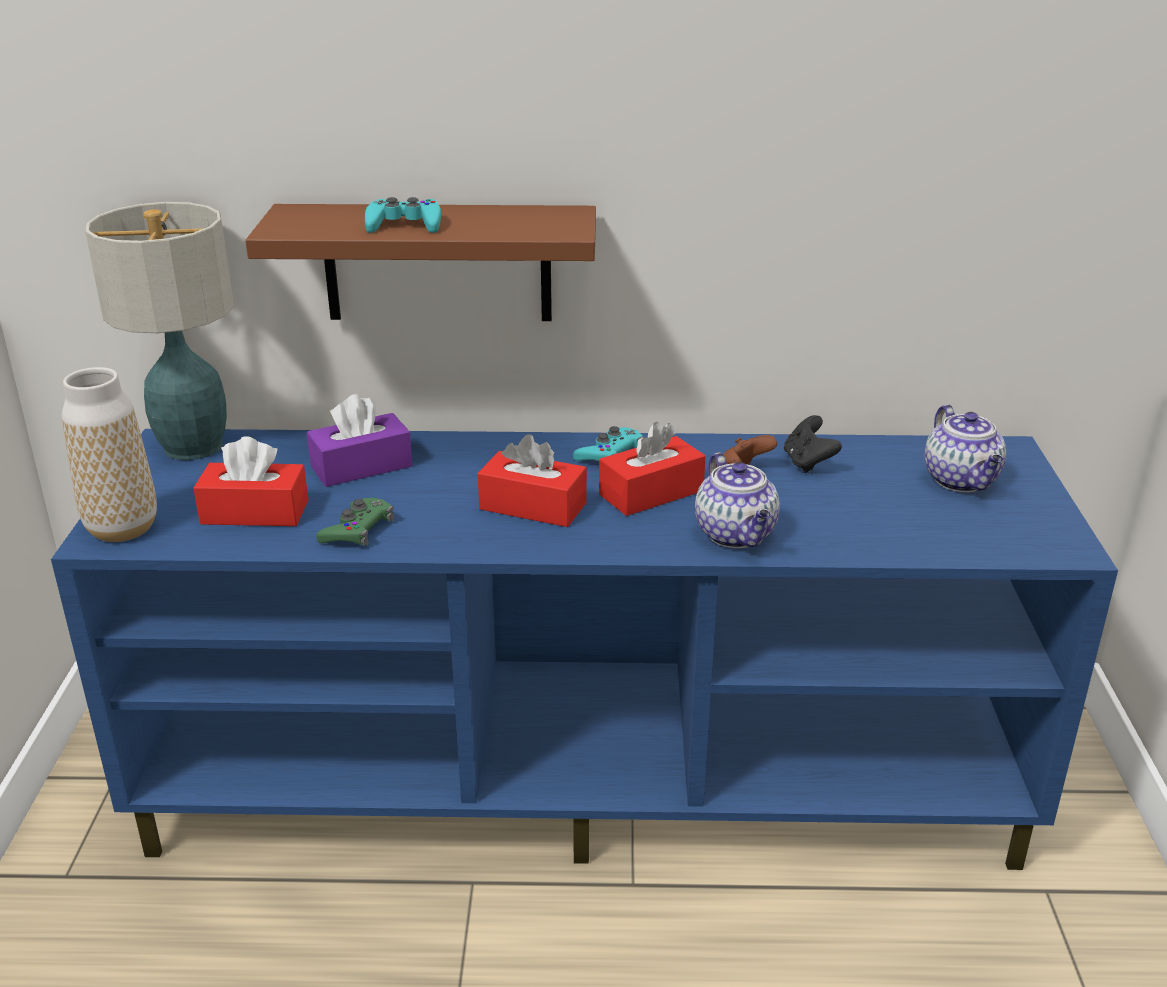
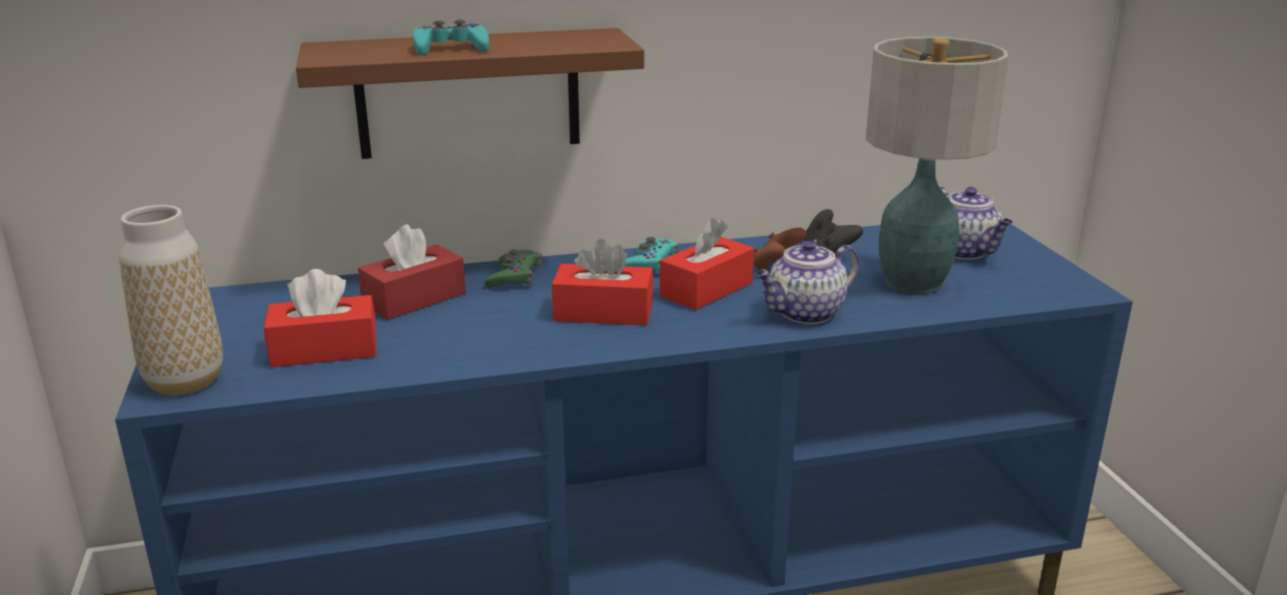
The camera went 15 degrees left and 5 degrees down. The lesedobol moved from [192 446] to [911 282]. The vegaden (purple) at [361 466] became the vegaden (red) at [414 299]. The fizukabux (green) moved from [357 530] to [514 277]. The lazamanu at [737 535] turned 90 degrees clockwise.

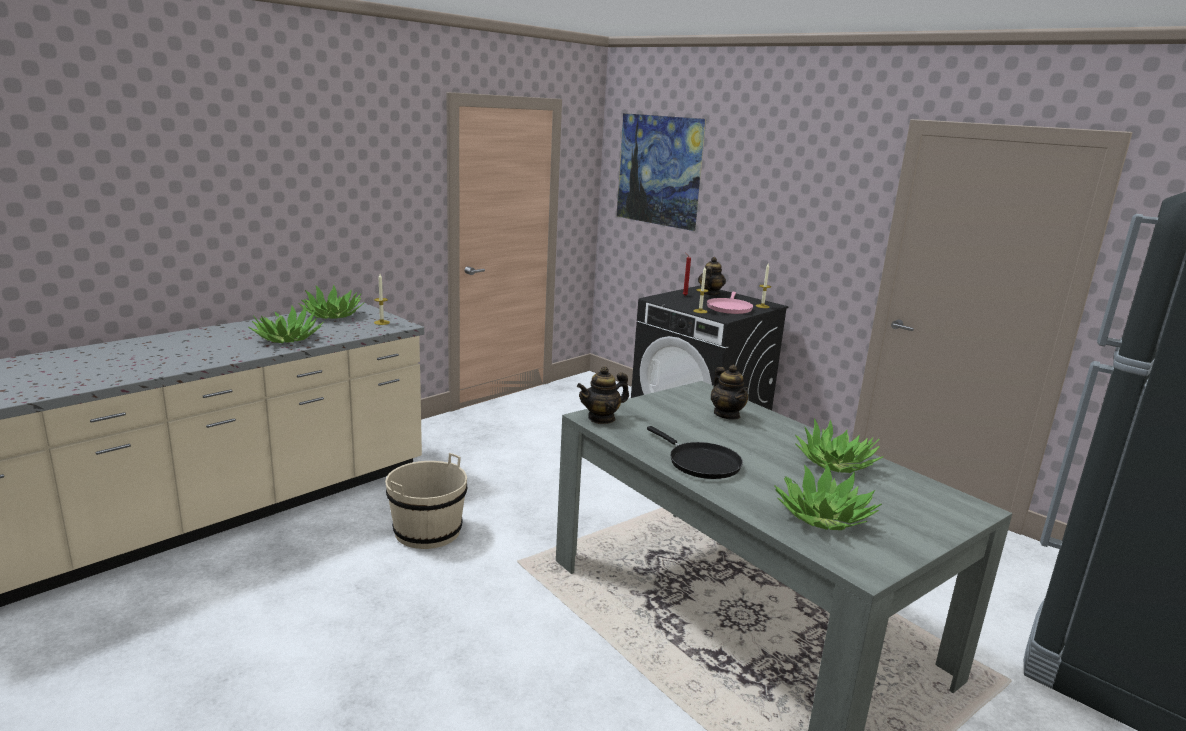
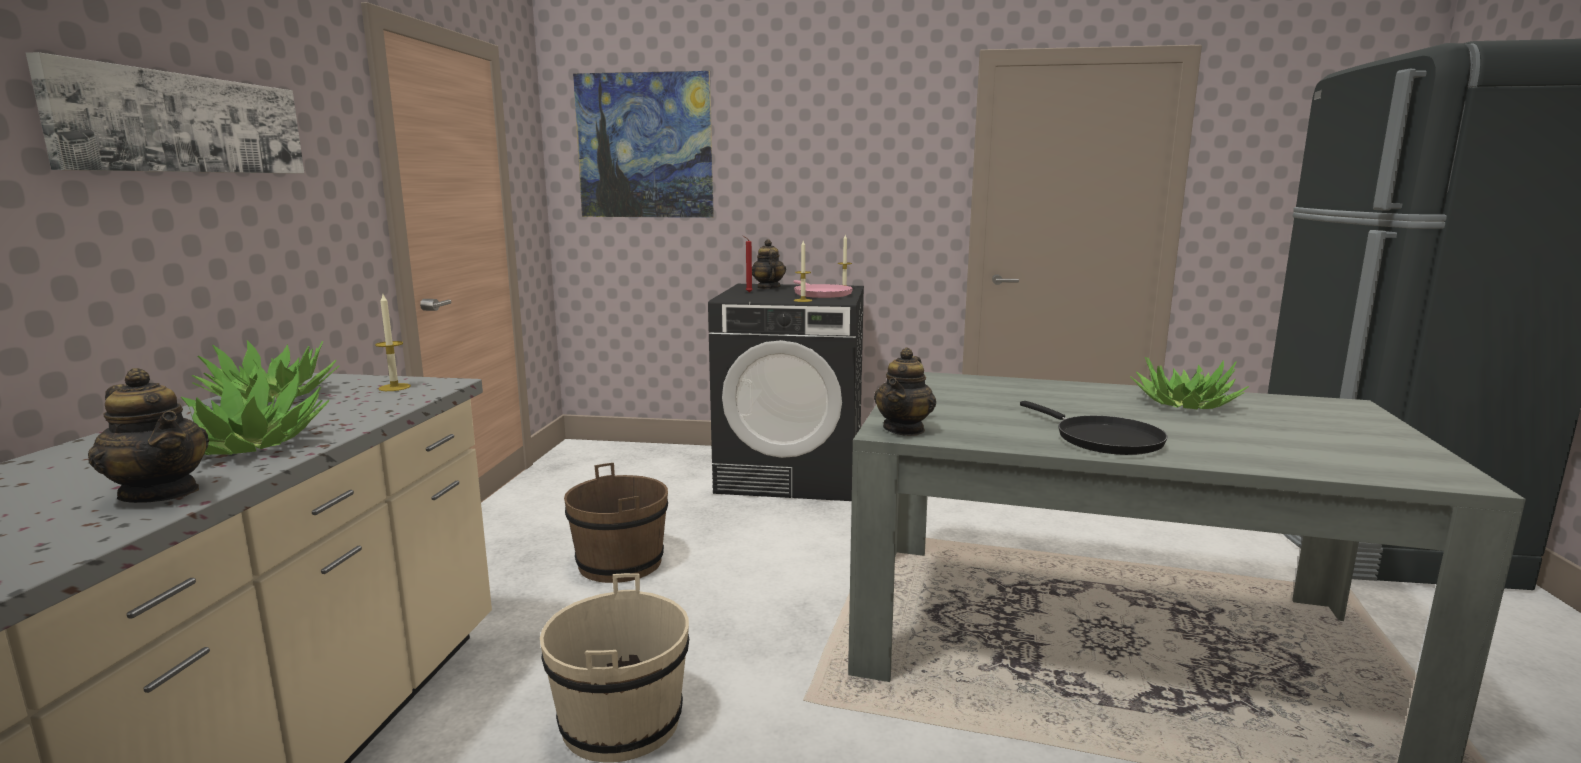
The camera went 35 degrees left and 5 degrees down. The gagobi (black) at [700 463] turned 45 degrees clockwise. The lazamanu moved from [727 415] to [161 493]. The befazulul at [822 517] disappeared. The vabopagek at [184 124] appeared. The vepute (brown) at [620 563] appeared.

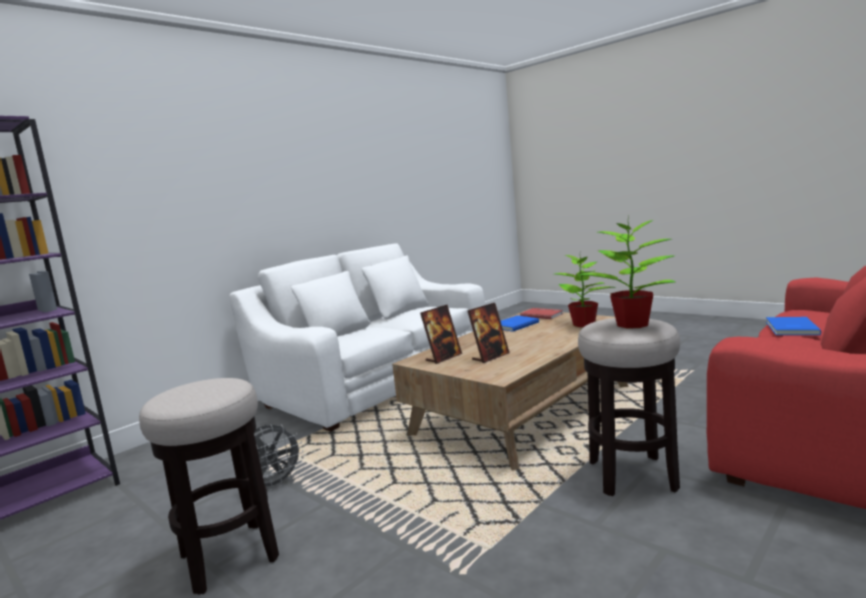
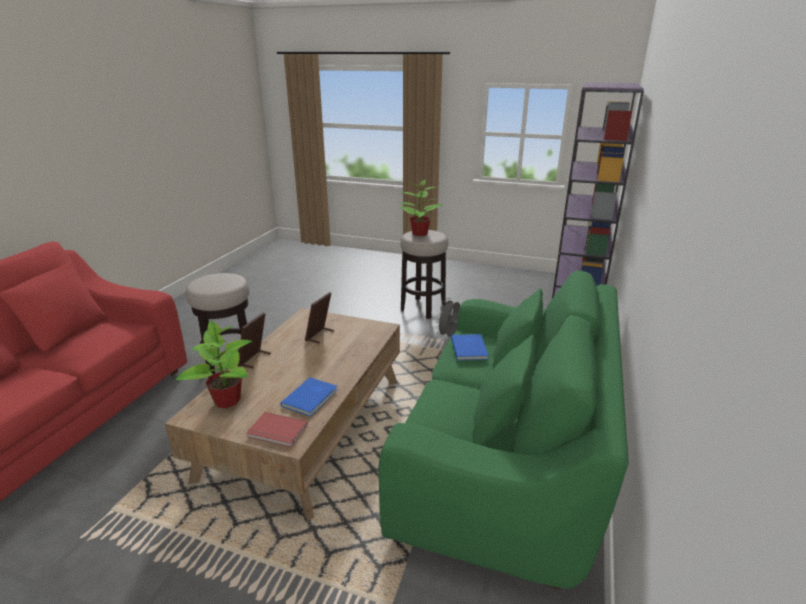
The camera went 155 degrees right and 15 degrees up. The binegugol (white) at [377 383] became the binegugol (green) at [505 458]. The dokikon moved from [443 357] to [254 359]. The befazulul moved from [633 324] to [419 233]. The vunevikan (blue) moved from [790 328] to [470 348].

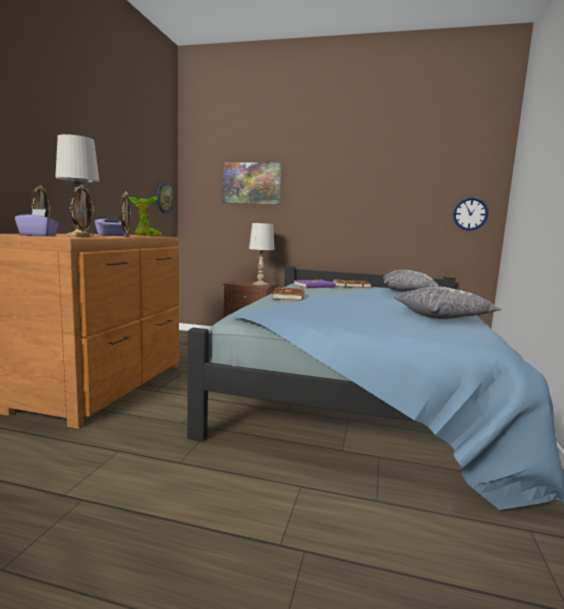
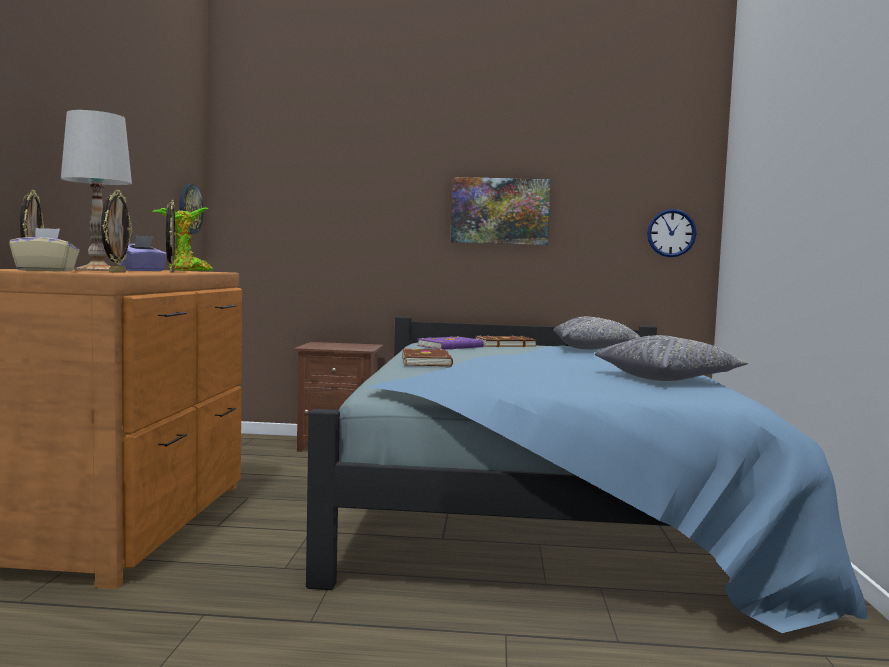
The camera went 10 degrees left and 5 degrees down. The vegaden (purple) at [38 235] became the vegaden (beige) at [46 270]. The vabopagek moved from [251 183] to [500 211]. The lesedobol (white) at [260 284] disappeared.

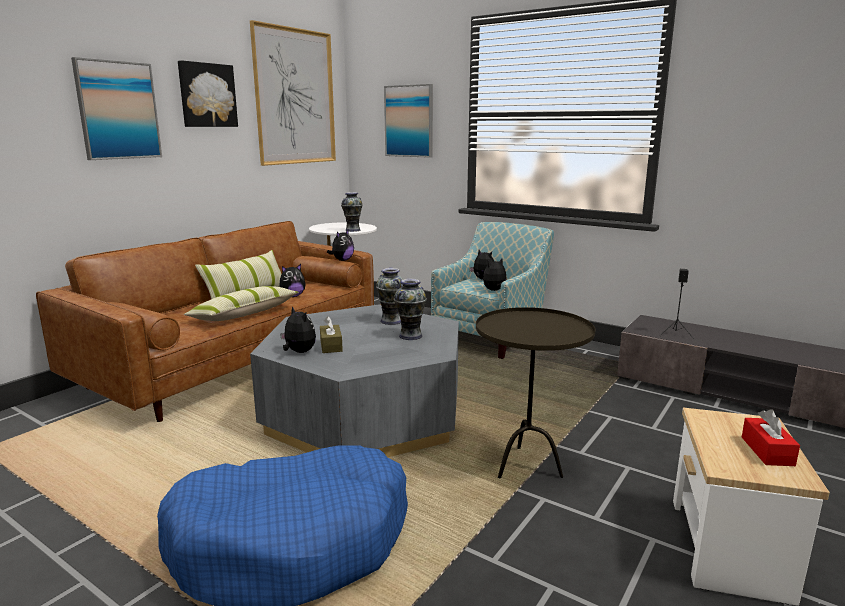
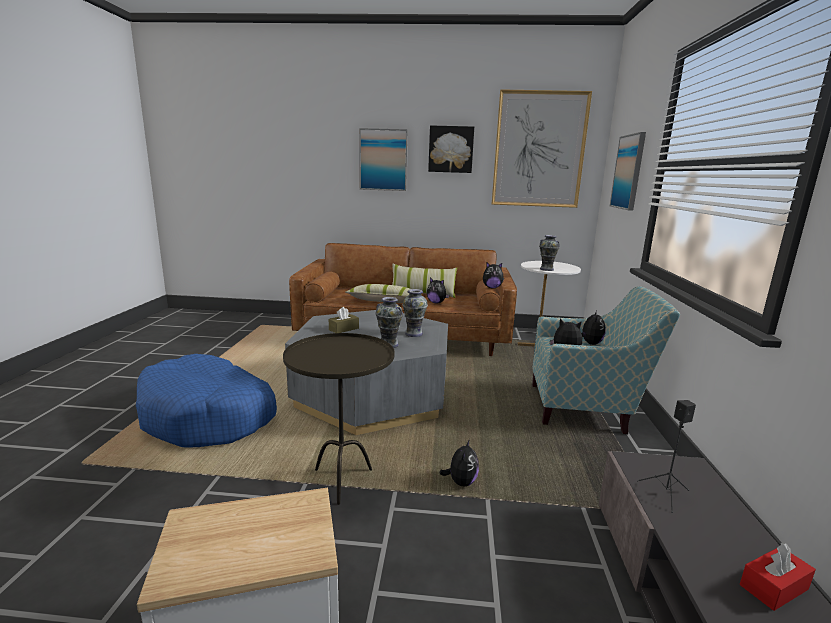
The camera went 60 degrees right and 0 degrees up. The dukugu moved from [298 352] to [461 482]. The vegaden (red) moved from [767 451] to [773 587].

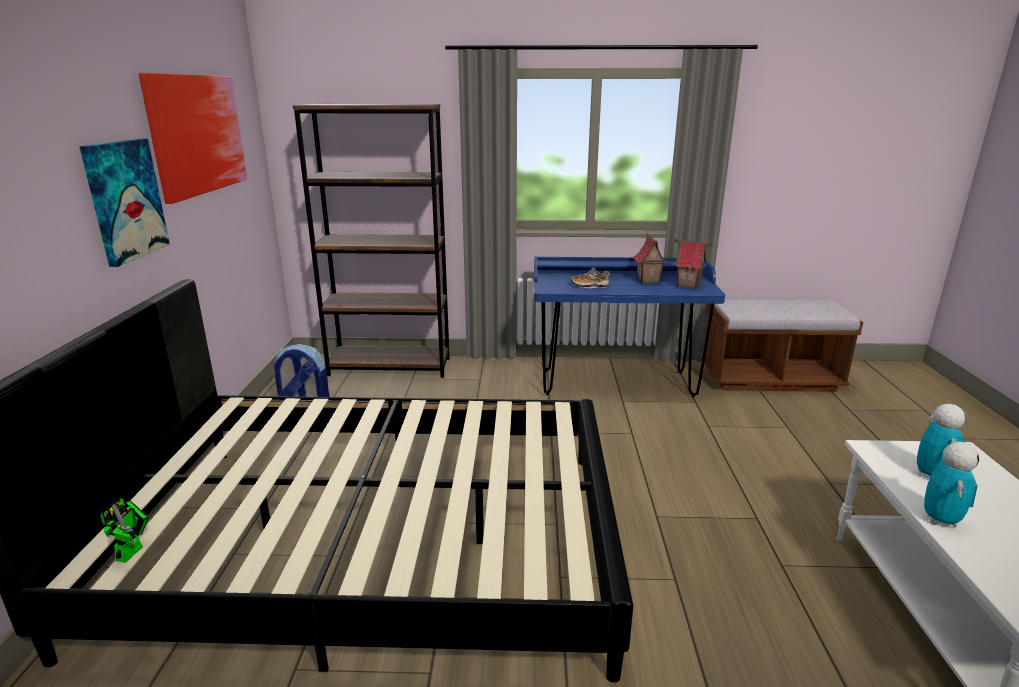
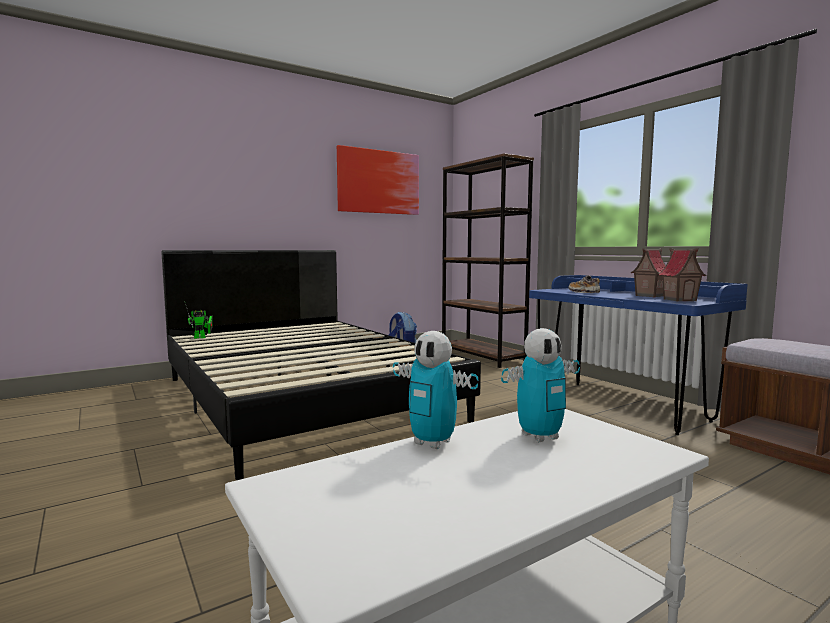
The camera went 55 degrees right and 15 degrees down. The vabopagek at [125 200] disappeared. The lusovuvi at [940 520] turned 45 degrees clockwise.

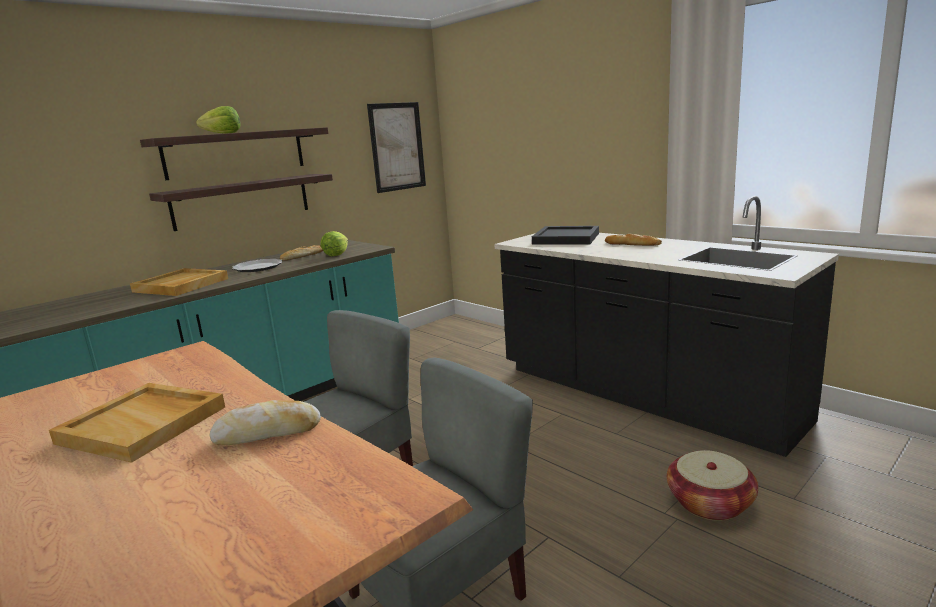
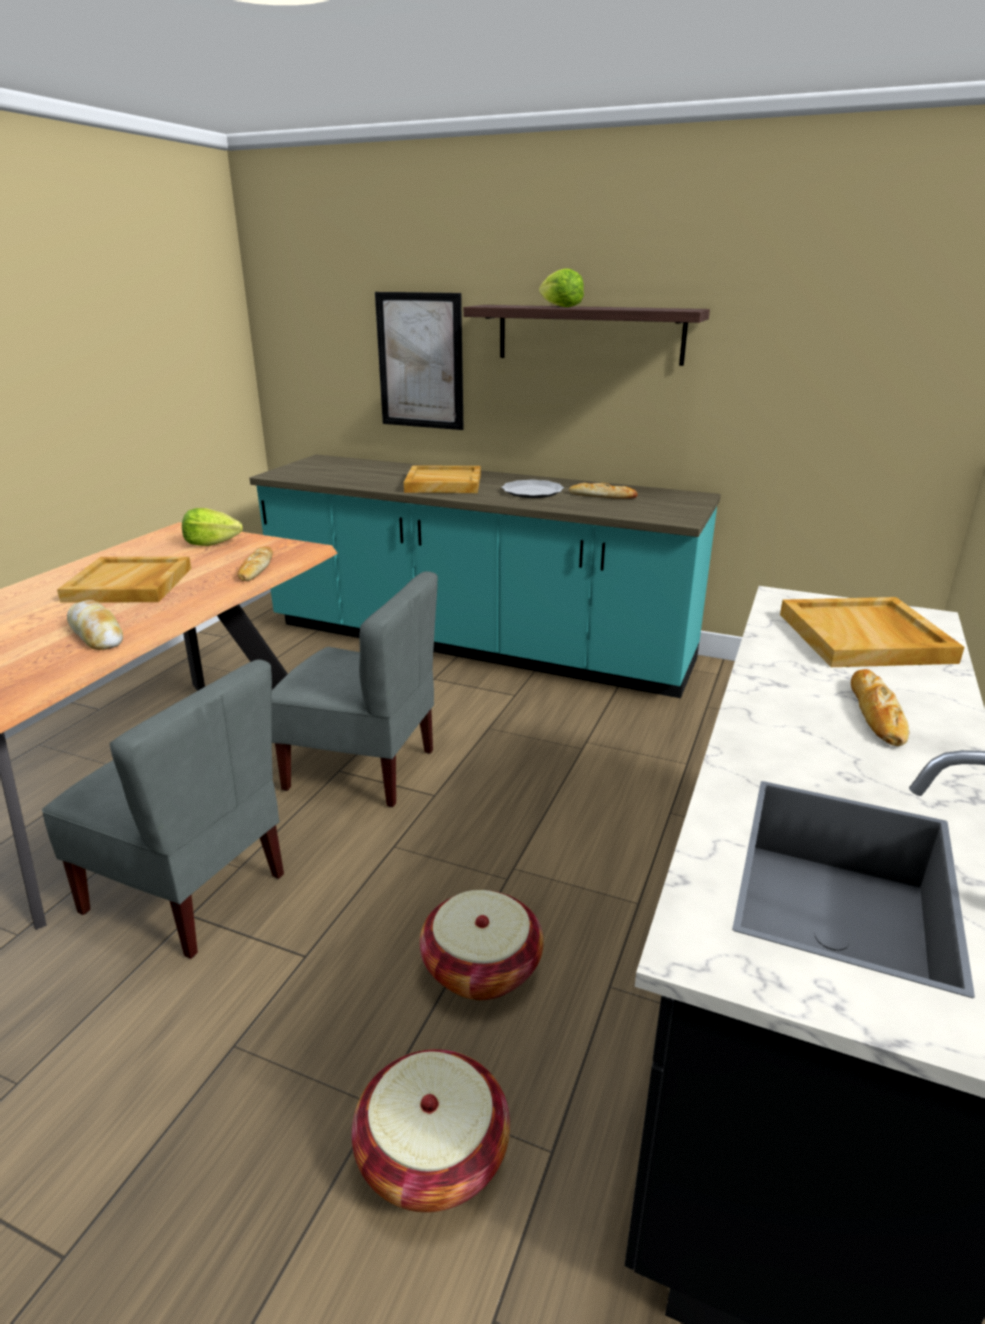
The camera went 65 degrees right and 10 degrees up. The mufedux at [242 201] disappeared. The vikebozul moved from [336 254] to [211 543]. The vabopagek moved from [397 147] to [420 361]. The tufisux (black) at [567 238] became the tufisux (beige) at [865 638]. The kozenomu at [256 568] appeared. The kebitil at [481 967] appeared.

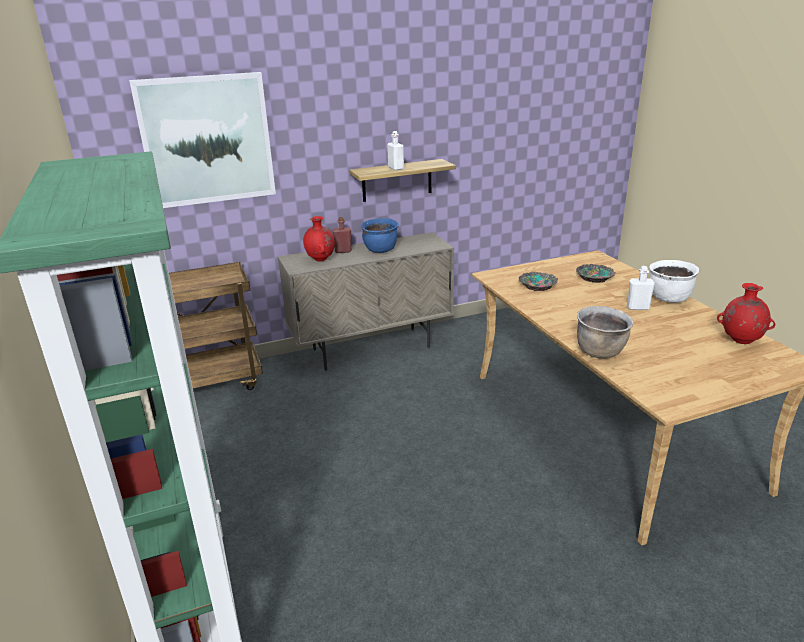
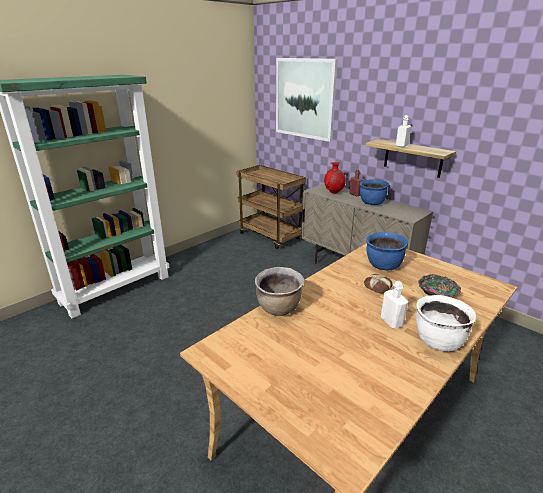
The camera went 65 degrees right and 0 degrees up. The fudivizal at [537 285] was replaced by the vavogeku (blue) at [383 266]. The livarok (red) at [740 341] disappeared. The kozenomu at [378 286] appeared.

